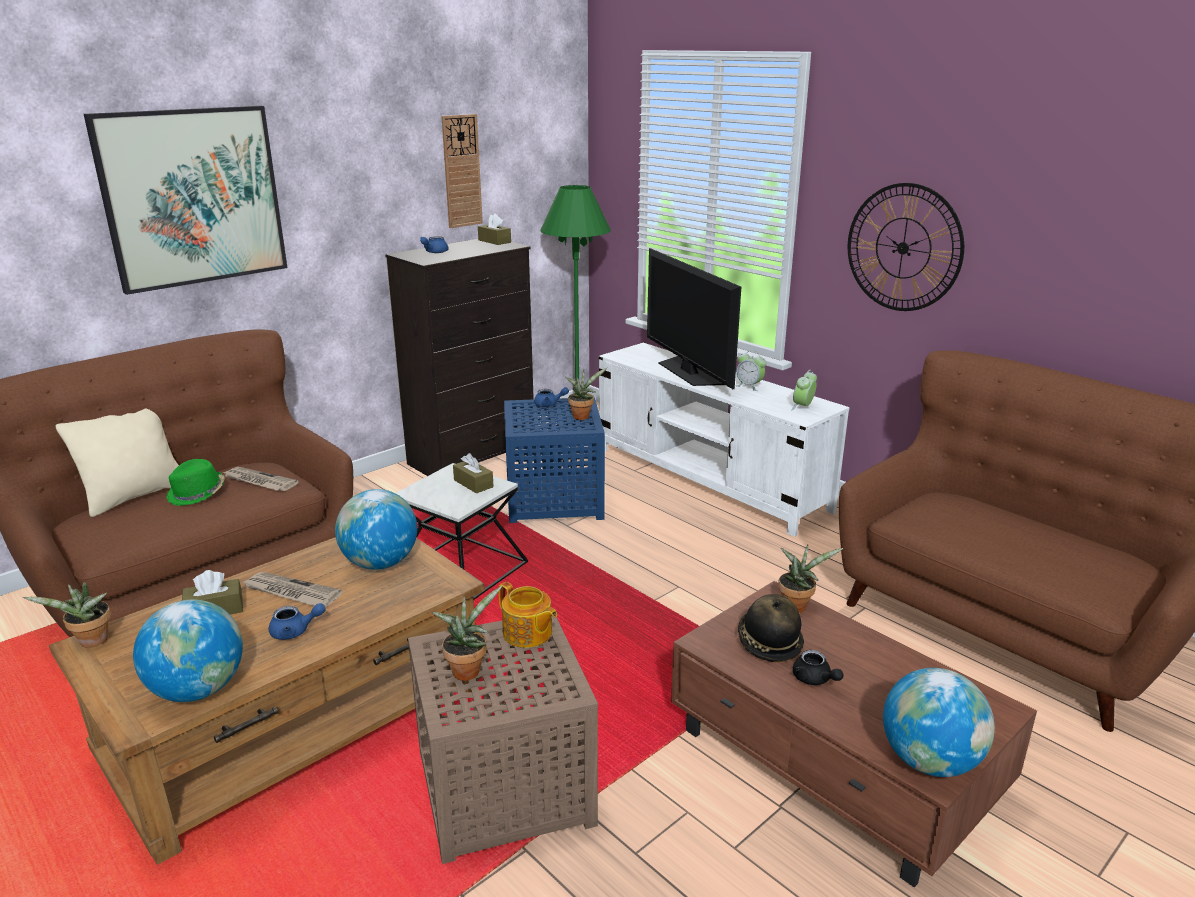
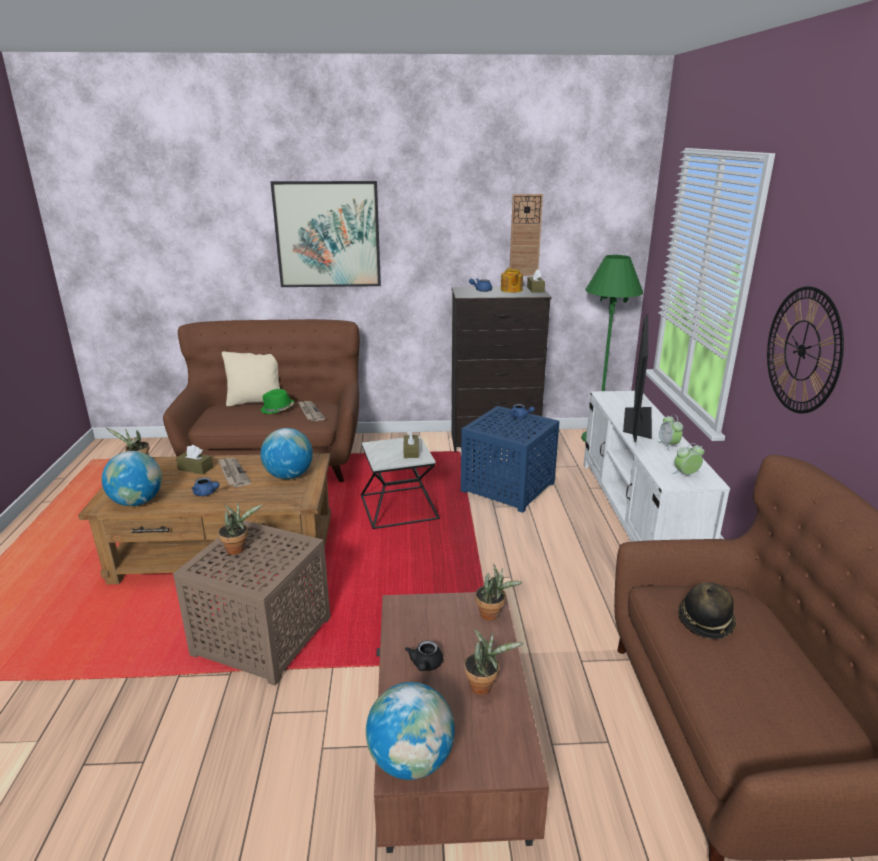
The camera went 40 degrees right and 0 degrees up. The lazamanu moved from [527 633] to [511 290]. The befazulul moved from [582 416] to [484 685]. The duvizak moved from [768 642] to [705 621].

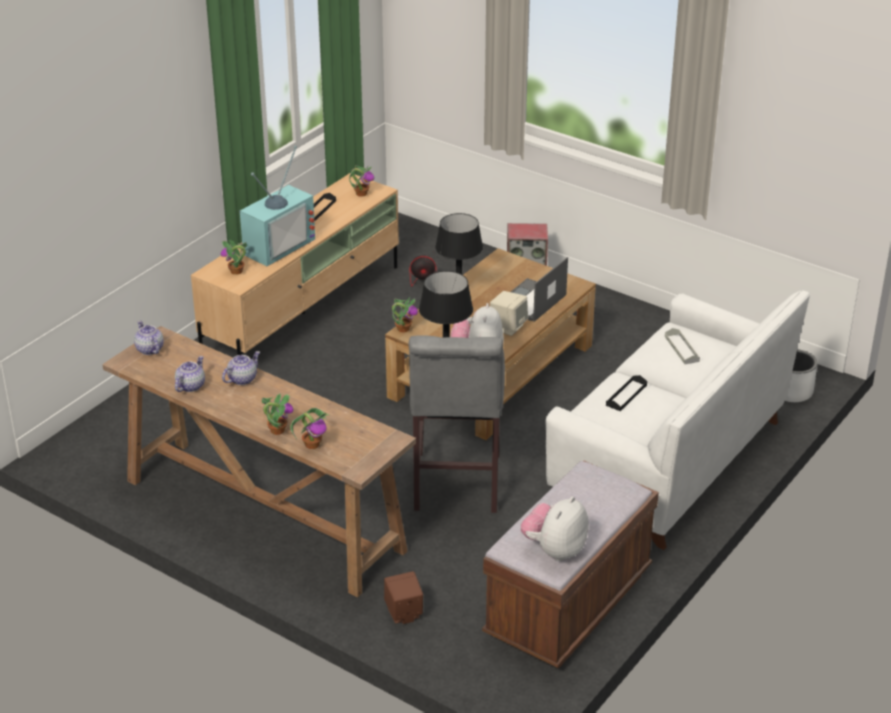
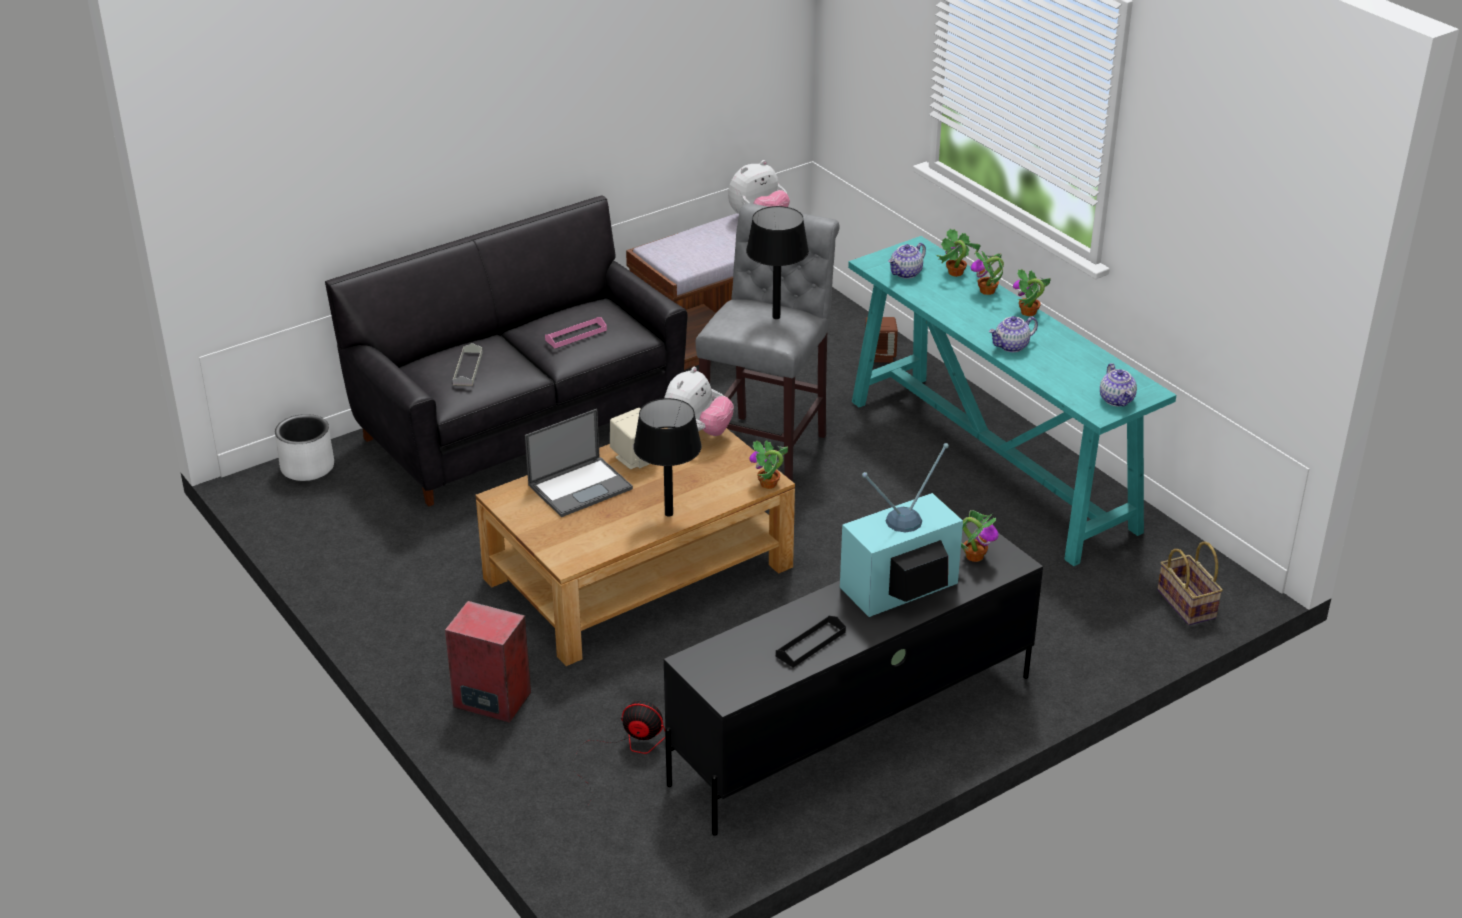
The camera went 160 degrees left and 0 degrees up. The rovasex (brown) at [262 515] became the rovasex (turquoise) at [992 465]. The lazamanu moved from [190 386] to [906 273]. The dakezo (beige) at [304 312] became the dakezo (black) at [850 729]. The befazulul moved from [361 193] to [1028 312]. The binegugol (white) at [669 461] became the binegugol (black) at [520 426]. The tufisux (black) at [626 395] became the tufisux (pink) at [576 335]. The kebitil at [1188 605] appeared.

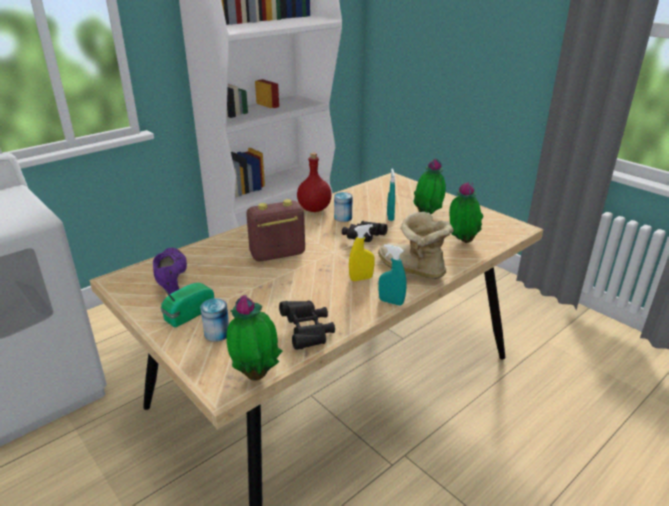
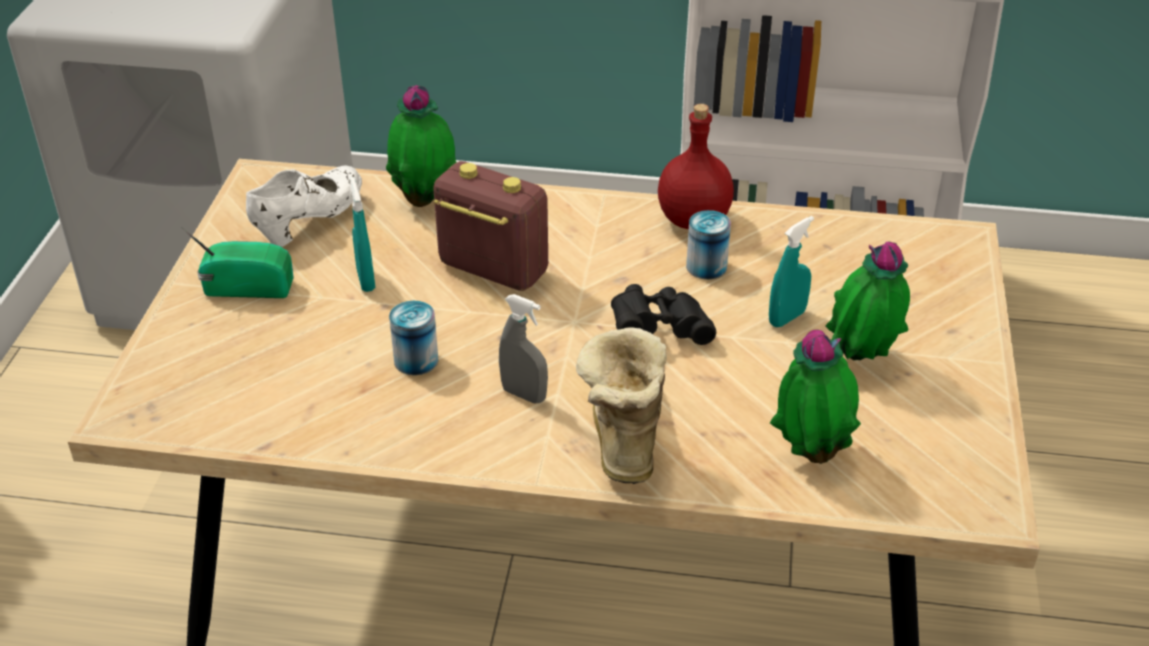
The camera went 50 degrees right and 10 degrees up. The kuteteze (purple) at [172 280] became the kuteteze (white) at [310 221]. The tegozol moved from [217 333] to [416 360]. The befazulul moved from [256 374] to [425 200]. The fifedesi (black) at [307 332] disappeared. The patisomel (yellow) at [361 278] became the patisomel (grey) at [524 394]. The patisomel (turquoise) moved from [391 302] to [366 280].

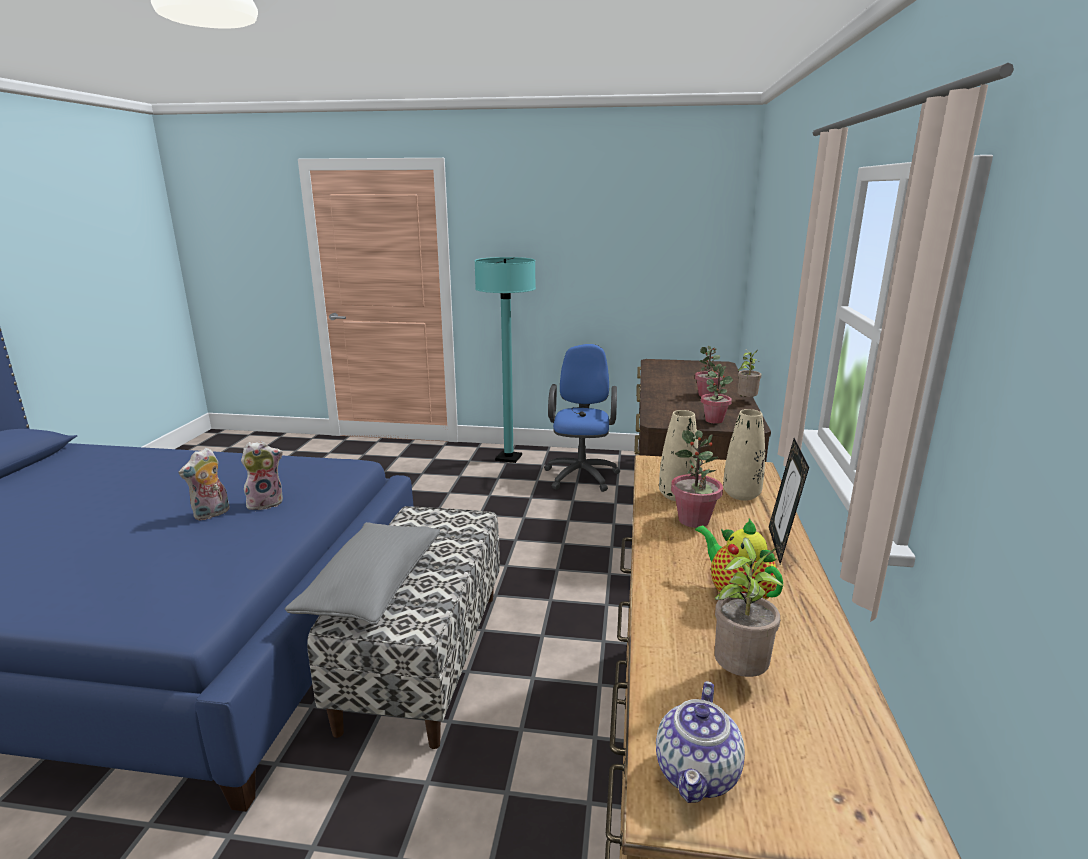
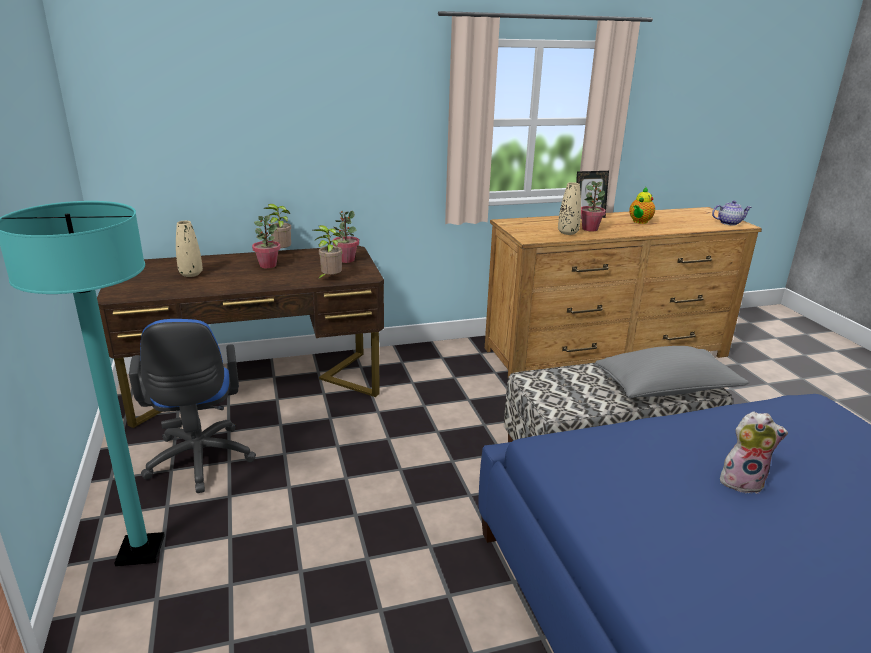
The camera went 115 degrees left and 5 degrees up. The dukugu at [266 503] disappeared. The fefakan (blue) at [581 474] turned 90 degrees counterclockwise. The befazulul moved from [739 674] to [330 279]. The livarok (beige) moved from [741 495] to [191 274].

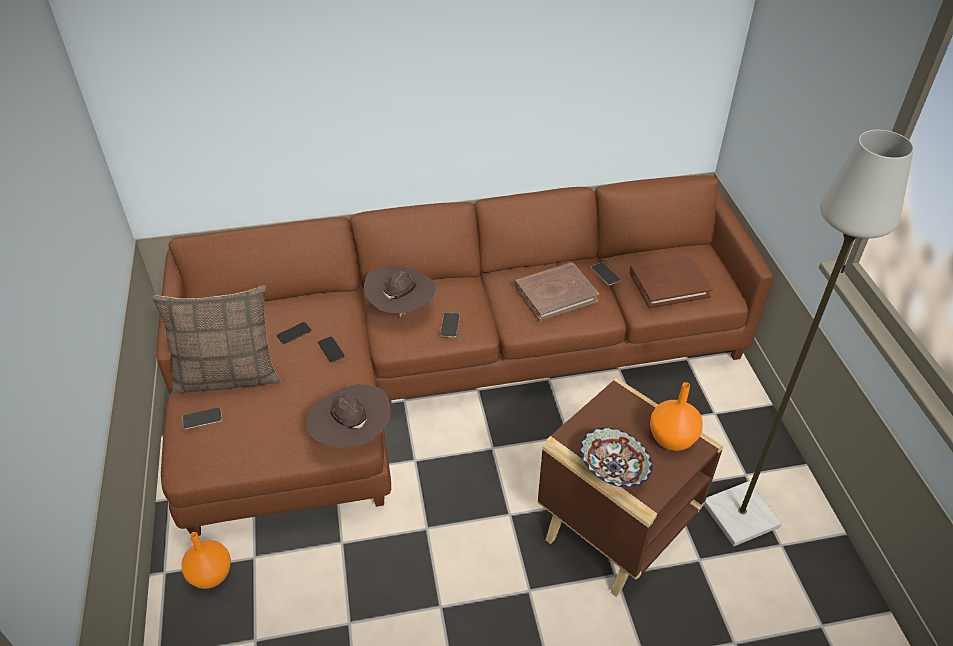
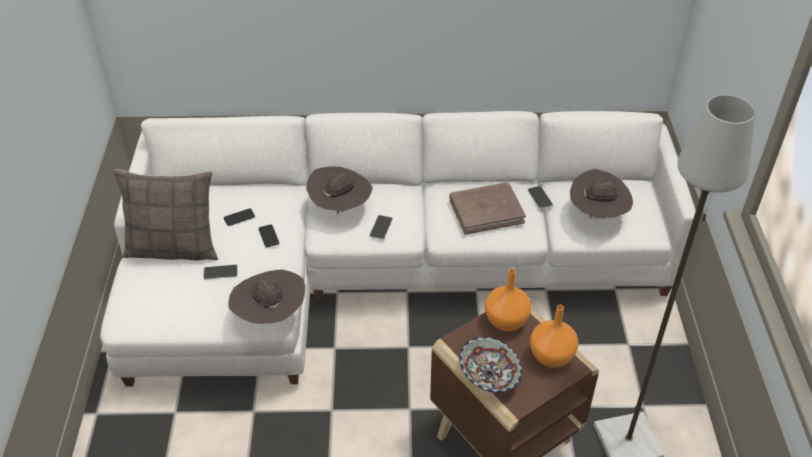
The camera went 10 degrees right and 0 degrees up. The binegugol (brown) at [438 371] became the binegugol (white) at [374 270]. The livarok (orange) moved from [211 575] to [507 322]. The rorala moved from [202 418] to [220 272]. The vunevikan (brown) at [669 284] was replaced by the duvizak (brown) at [597 214].

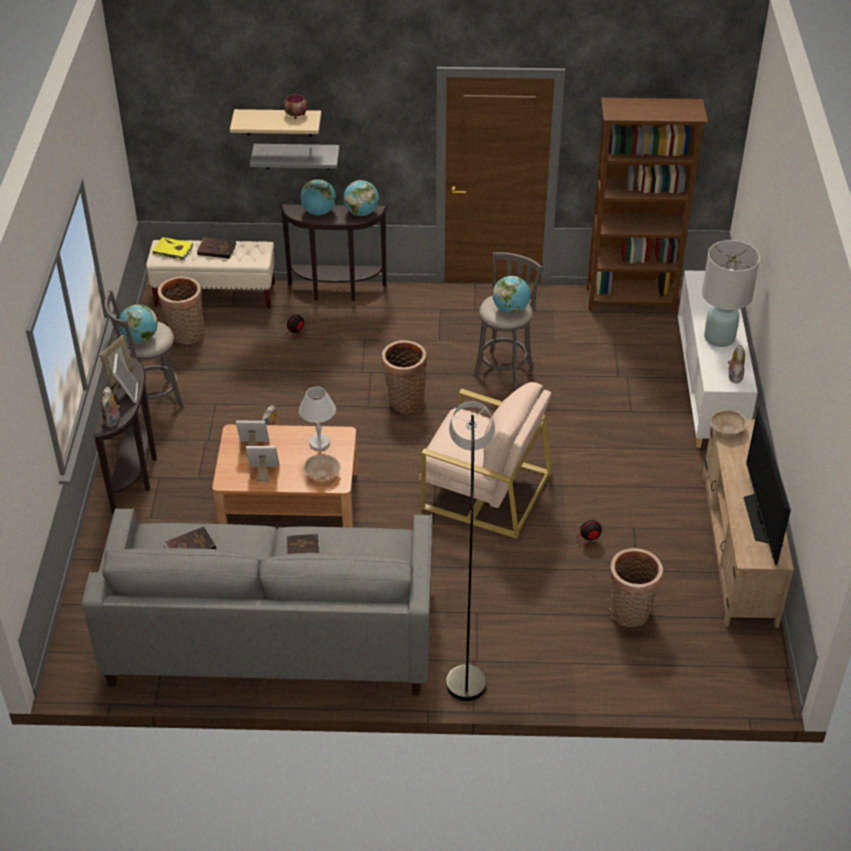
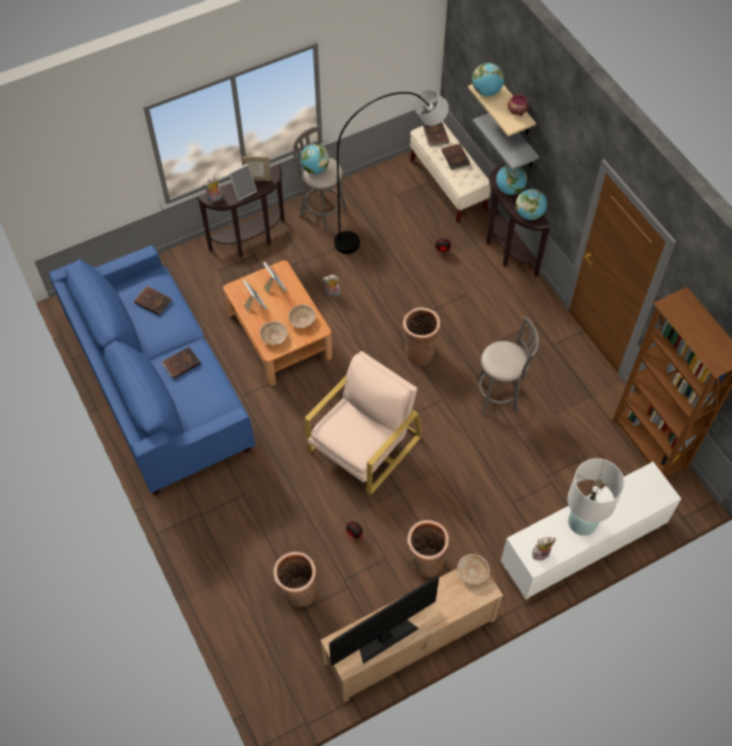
The camera went 60 degrees right and 15 degrees up. The binegugol (grey) at [273 633] became the binegugol (blue) at [160 388]. The vunevikan (yellow) at [173 250] became the vunevikan (brown) at [435 135]. The kebitil moved from [186 335] to [425 561]. The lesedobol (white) at [319 443] was replaced by the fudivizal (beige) at [302 320]. The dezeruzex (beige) at [485 489] turned 135 degrees counterclockwise. The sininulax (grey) moved from [466 624] to [389 225]. The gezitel moved from [510 309] to [486 91].

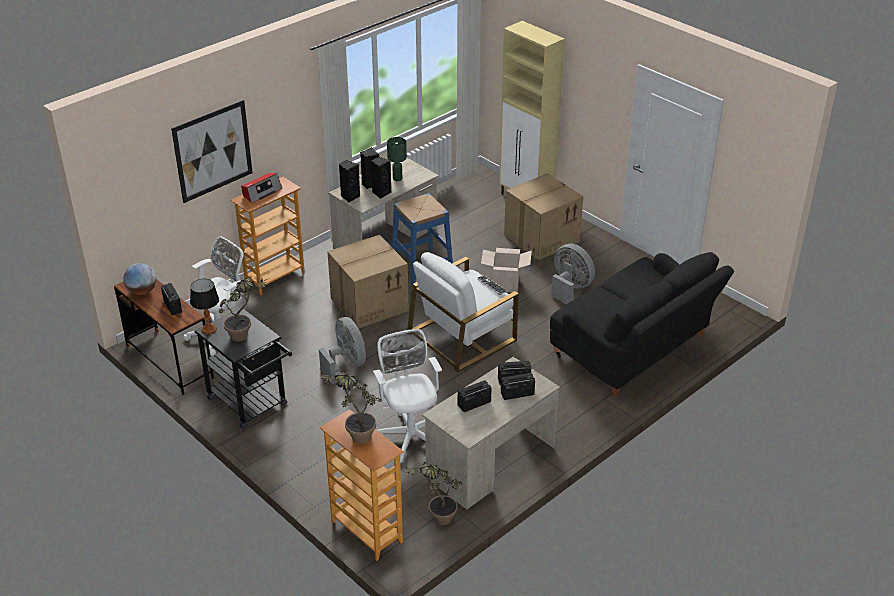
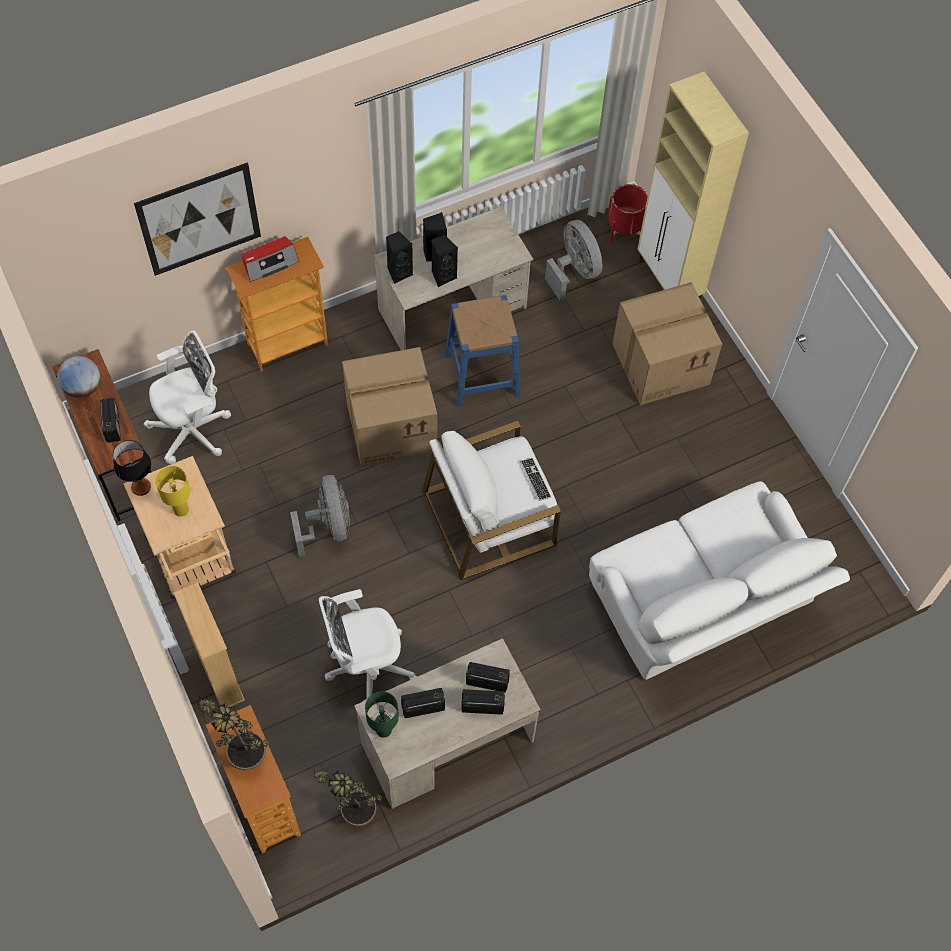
The camera went 15 degrees right and 25 degrees up. The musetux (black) at [251 405] became the musetux (beige) at [194 561]. The befazulul at [245 335] was replaced by the lesedobol (yellow) at [181 510]. The fefakan (white) at [410 434] turned 105 degrees counterclockwise. The lesedobol (green) moved from [398 178] to [384 730]. The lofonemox at [505 285] disappeared. The binegugol (black) at [635 349] became the binegugol (white) at [702 606]. The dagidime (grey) moved from [570 288] to [574 272]. The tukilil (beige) at [219 674] appeared. The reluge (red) at [624 229] appeared.

